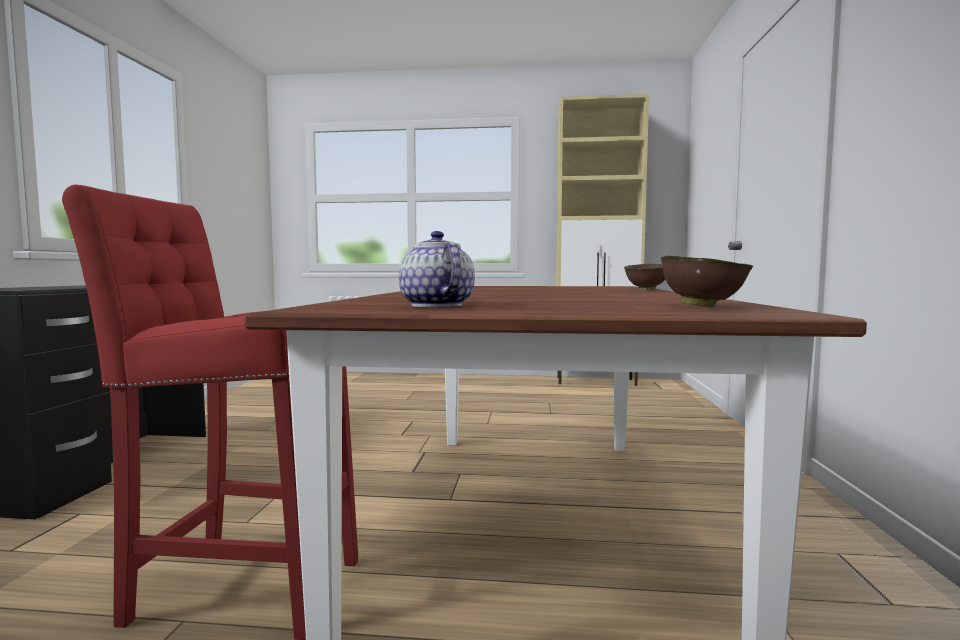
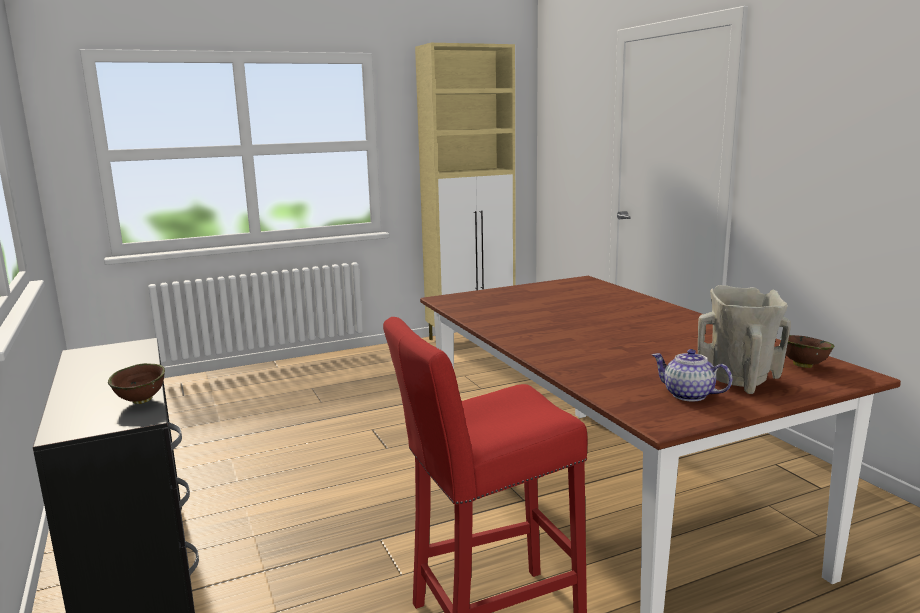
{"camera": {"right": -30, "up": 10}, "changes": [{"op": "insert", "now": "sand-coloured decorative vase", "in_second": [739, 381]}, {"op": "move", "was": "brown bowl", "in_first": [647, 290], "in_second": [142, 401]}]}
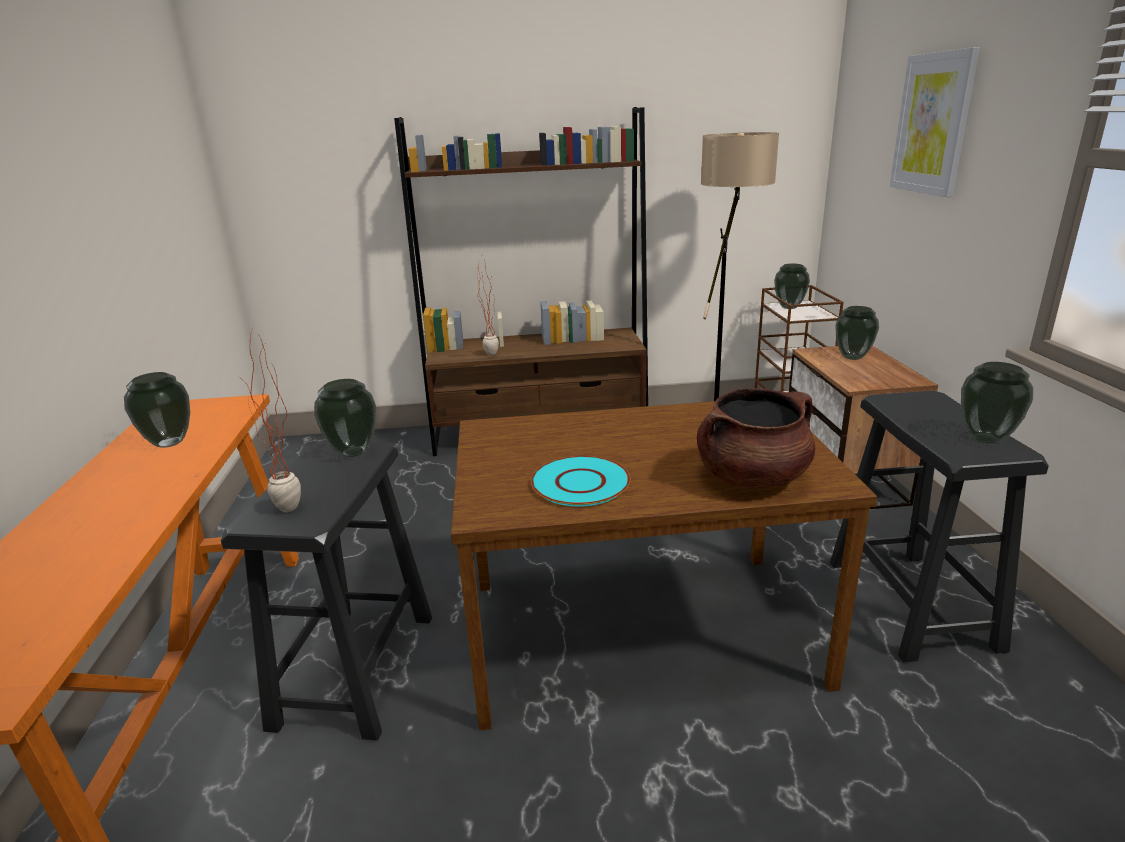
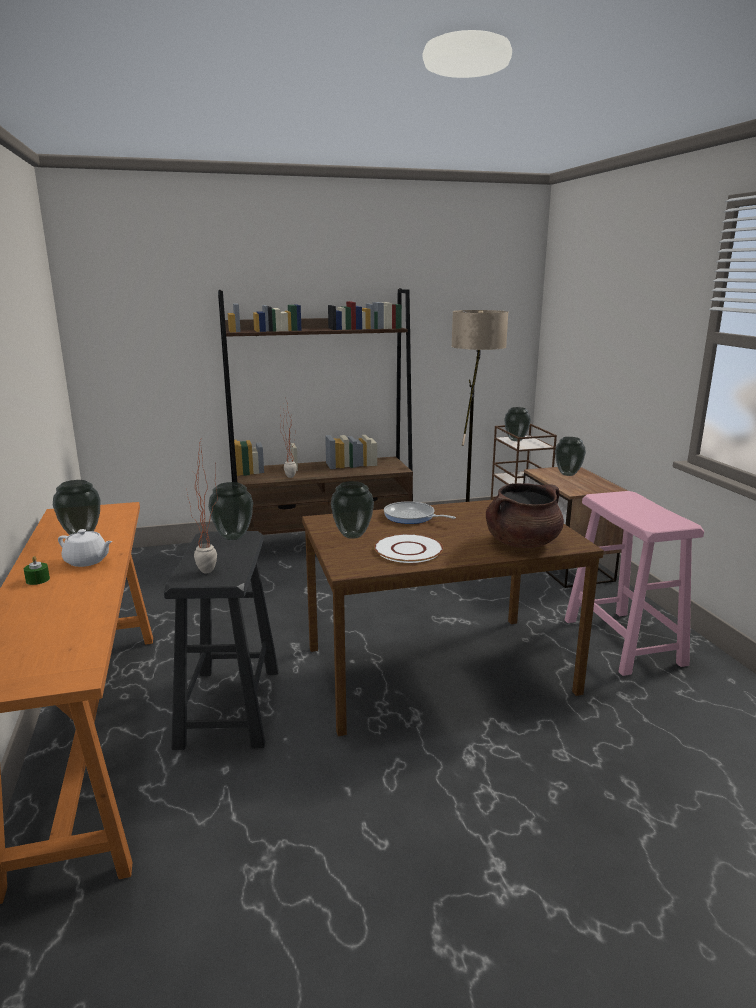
{"camera": {"right": -10, "up": -5}, "changes": [{"op": "delete", "was": "wall picture", "in_first": [933, 124]}, {"op": "insert", "now": "green-coloured wax light", "in_second": [38, 580]}, {"op": "insert", "now": "white teapot", "in_second": [87, 561]}, {"op": "insert", "now": "skillet", "in_second": [411, 517]}, {"op": "move", "was": "decorative vase", "in_first": [984, 438], "in_second": [352, 535]}, {"op": "recolor", "was": "blue-green flat dish", "now": "white flat dish", "in_first": [579, 483], "in_second": [408, 550]}, {"op": "recolor", "was": "black stool", "now": "pink-coloured stool", "in_first": [911, 604], "in_second": [623, 642]}]}
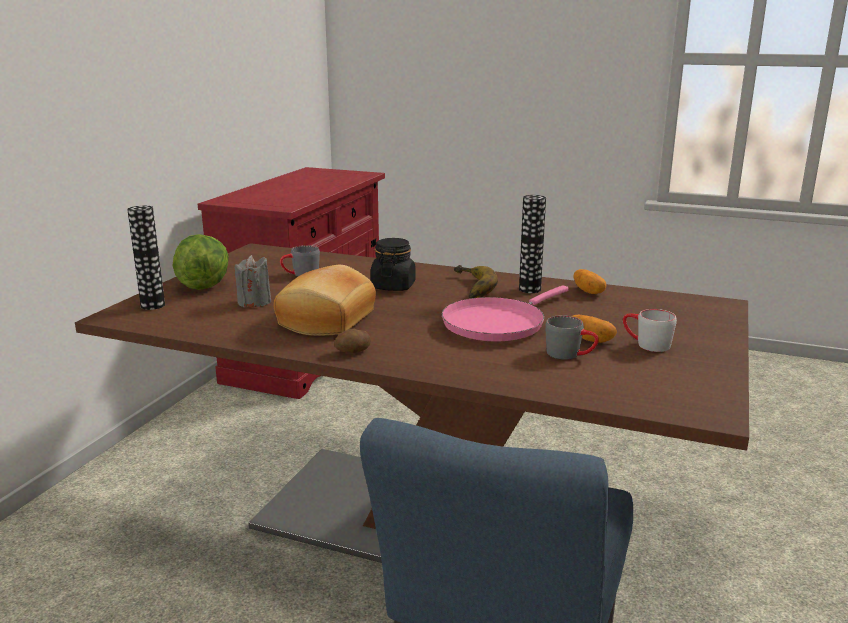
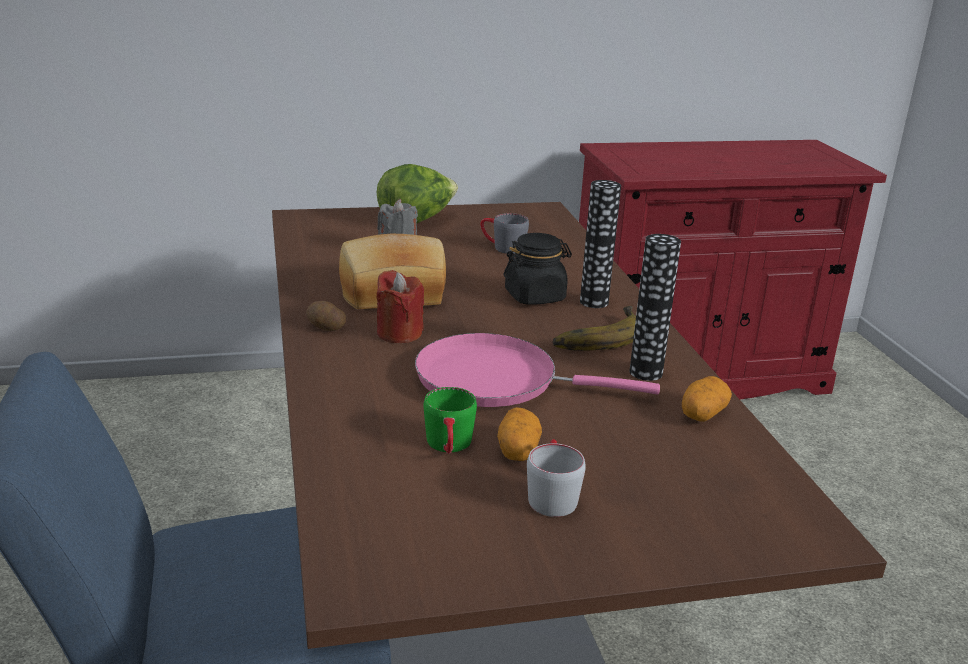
{"camera": {"right": 55, "up": 5}, "changes": [{"op": "insert", "now": "red wax light", "in_second": [399, 333]}, {"op": "move", "was": "decorative vase", "in_first": [153, 305], "in_second": [594, 302]}, {"op": "recolor", "was": "greyish coffee mug", "now": "green-coloured coffee mug", "in_first": [570, 354], "in_second": [449, 447]}]}
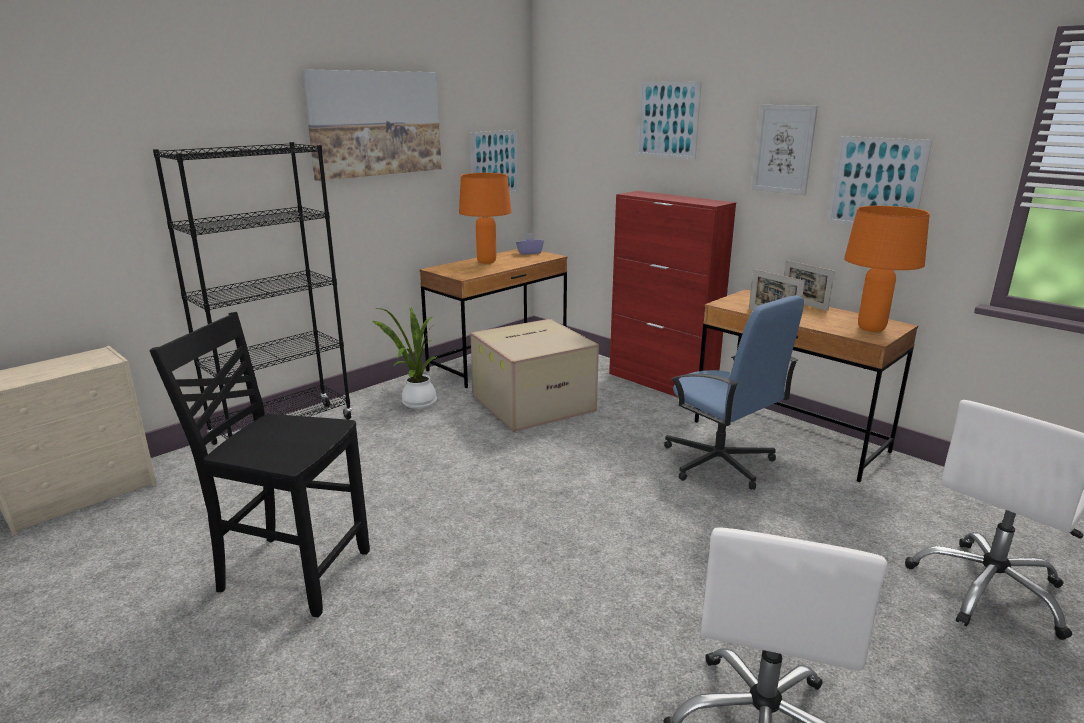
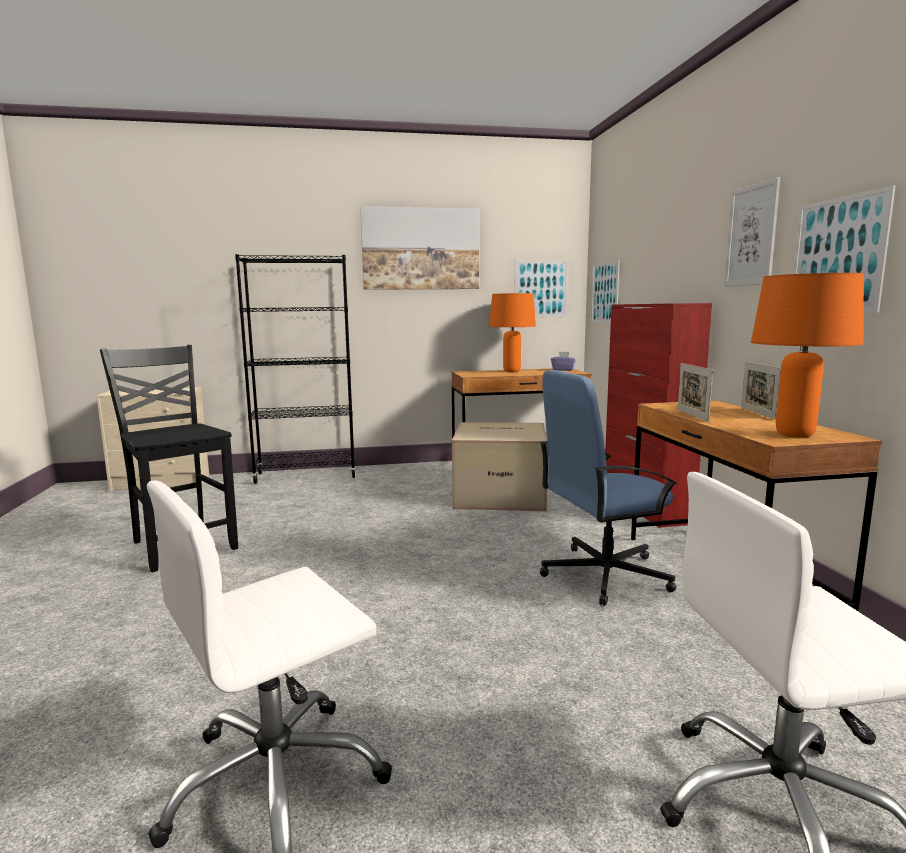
{"camera": {"right": 35, "up": -10}, "changes": [{"op": "delete", "was": "plant in a pot", "in_first": [416, 403]}, {"op": "move", "was": "wall picture", "in_first": [667, 120], "in_second": [604, 292]}, {"op": "rotate", "was": "bluish computer chair", "in_first": [719, 463], "in_second": [603, 574], "clockwise": 75}]}
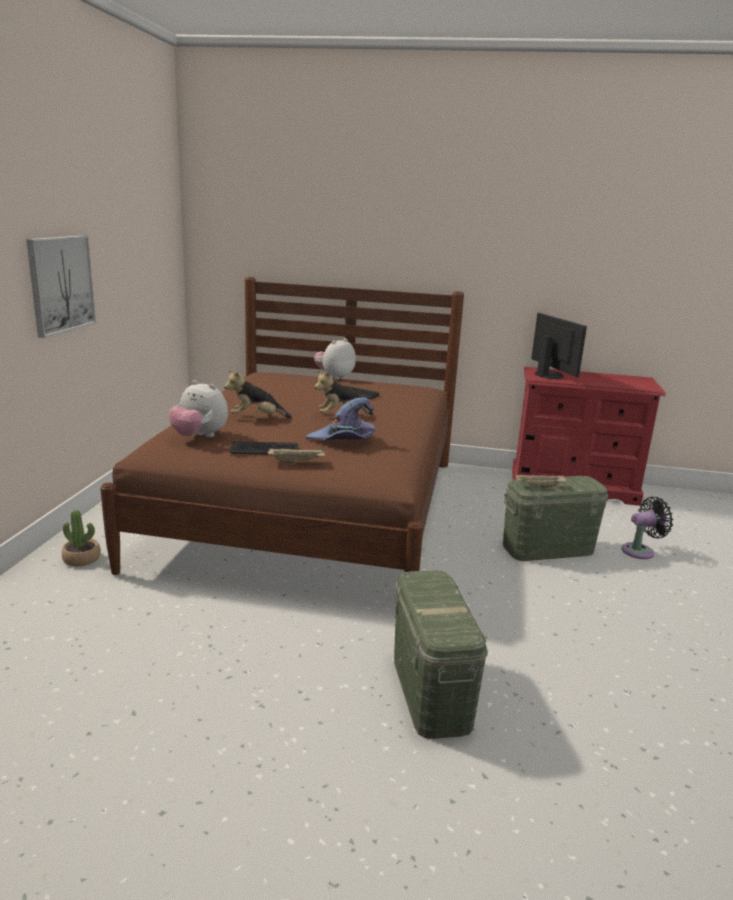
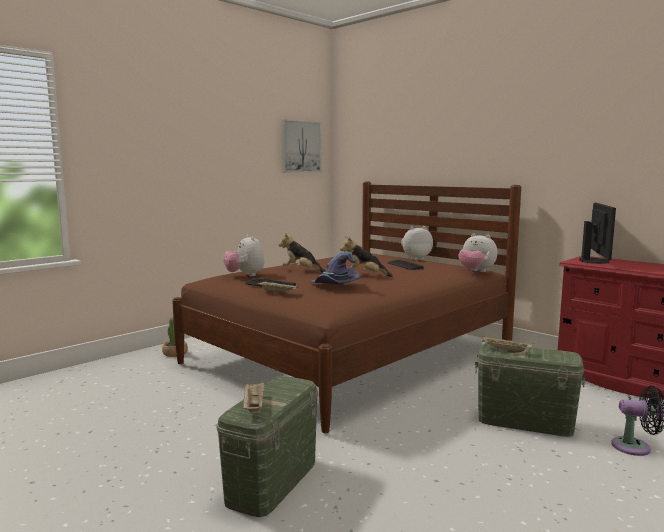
{"camera": {"right": 35, "up": -10}, "changes": [{"op": "insert", "now": "sand-coloured carrying tray", "in_second": [253, 405]}, {"op": "insert", "now": "cuddly toy", "in_second": [476, 271]}, {"op": "move", "was": "wall picture", "in_first": [61, 284], "in_second": [301, 147]}]}
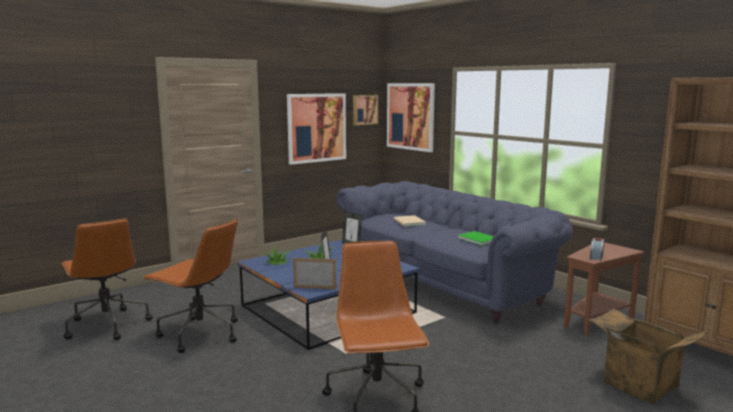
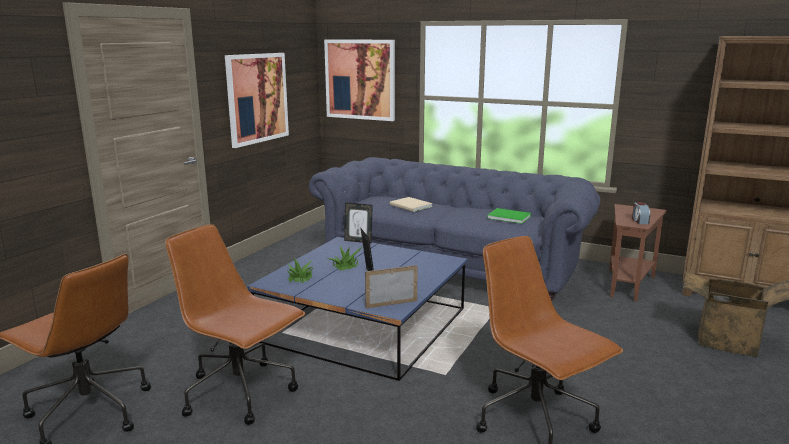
{"camera": {"right": -25, "up": 5}, "changes": [{"op": "delete", "was": "wall picture", "in_first": [364, 109]}, {"op": "rotate", "was": "brown computer chair", "in_first": [199, 334], "in_second": [241, 393], "clockwise": -150}]}
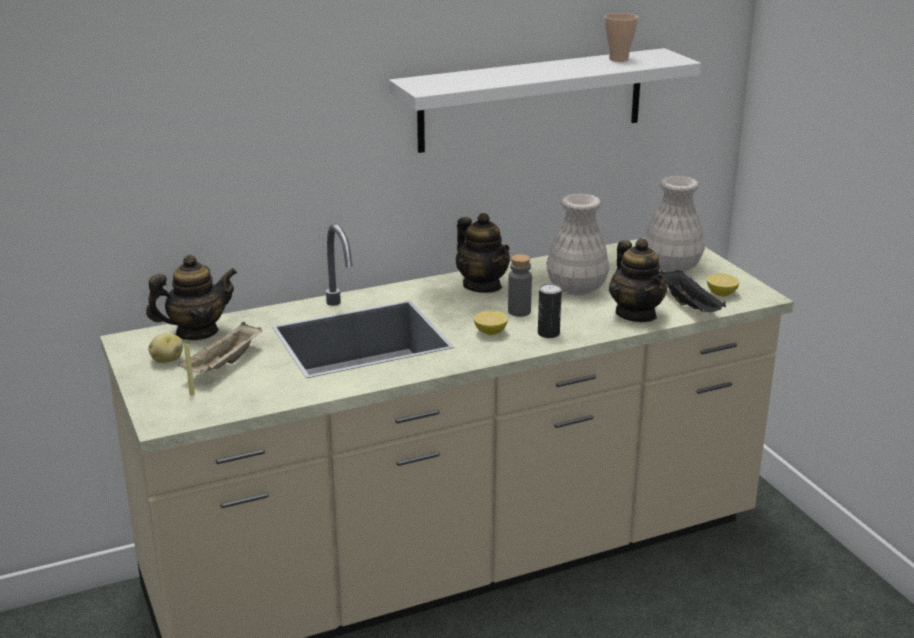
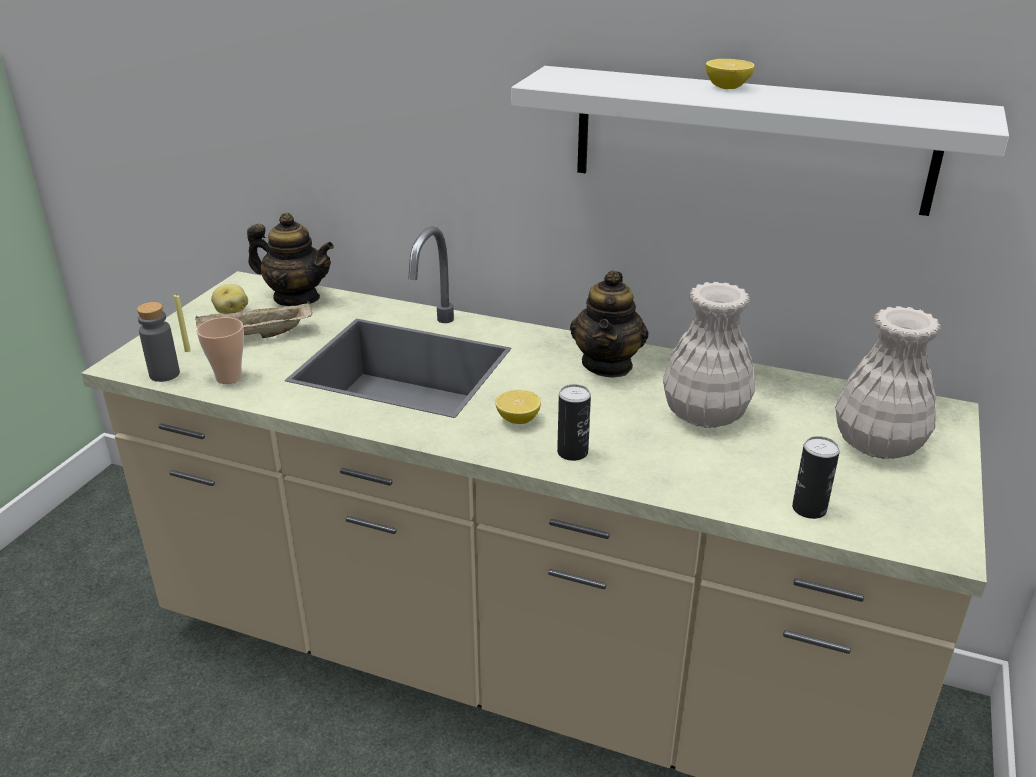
{"camera": {"right": 45, "up": 5}, "changes": [{"op": "delete", "was": "teapot", "in_first": [636, 314]}, {"op": "move", "was": "greyish drink bottle", "in_first": [519, 311], "in_second": [164, 374]}, {"op": "move", "was": "small cup", "in_first": [618, 59], "in_second": [229, 377]}, {"op": "move", "was": "whole lemon", "in_first": [721, 294], "in_second": [727, 87]}, {"op": "replace", "was": "black carrying tray", "now": "can", "in_first": [691, 306], "in_second": [809, 509]}]}
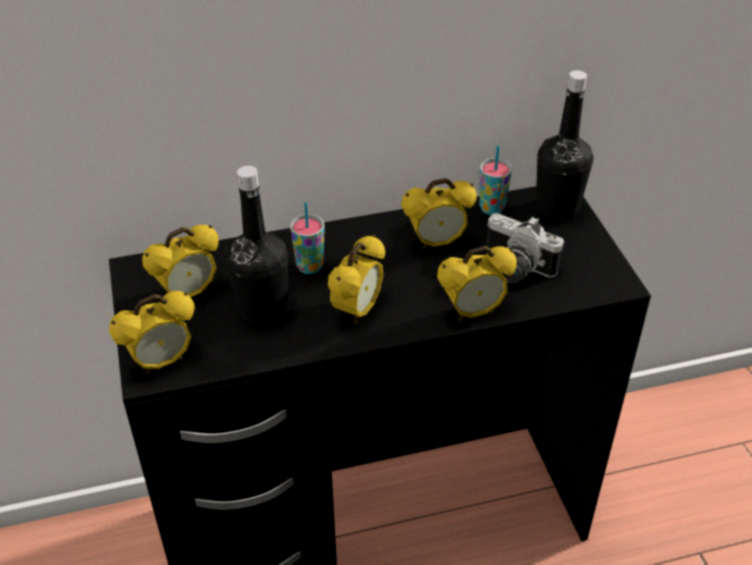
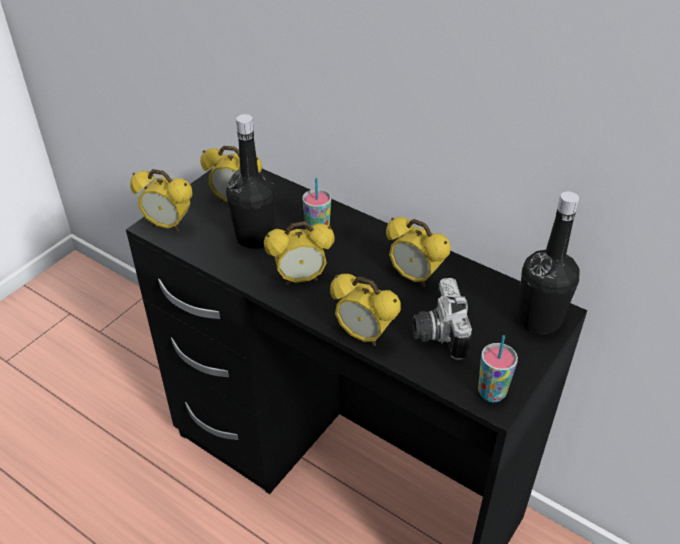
{"camera": {"right": 50, "up": 0}, "changes": [{"op": "move", "was": "small cup", "in_first": [491, 209], "in_second": [491, 393]}]}
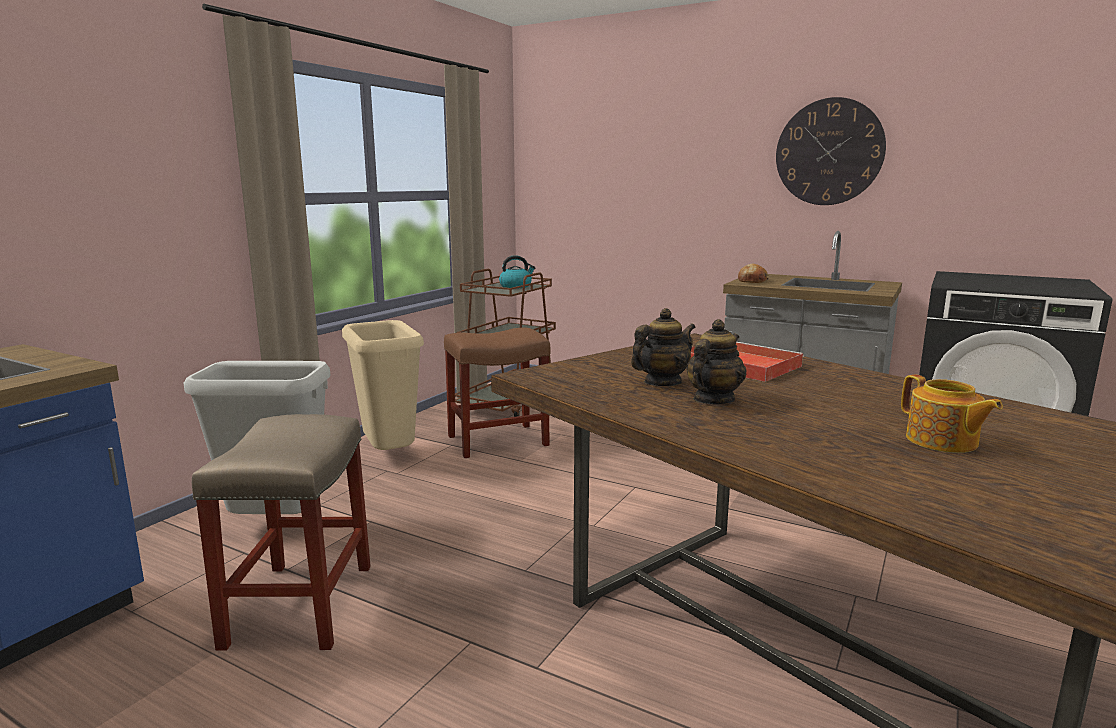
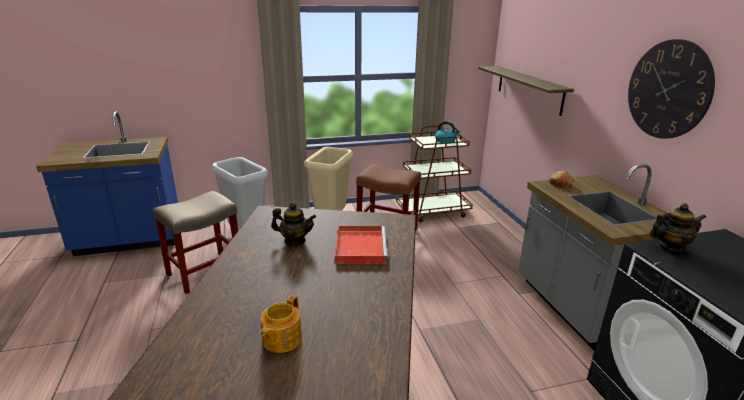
{"camera": {"right": 45, "up": 10}, "changes": [{"op": "insert", "now": "shelf", "in_second": [529, 89]}, {"op": "move", "was": "teapot", "in_first": [713, 400], "in_second": [670, 247]}]}
